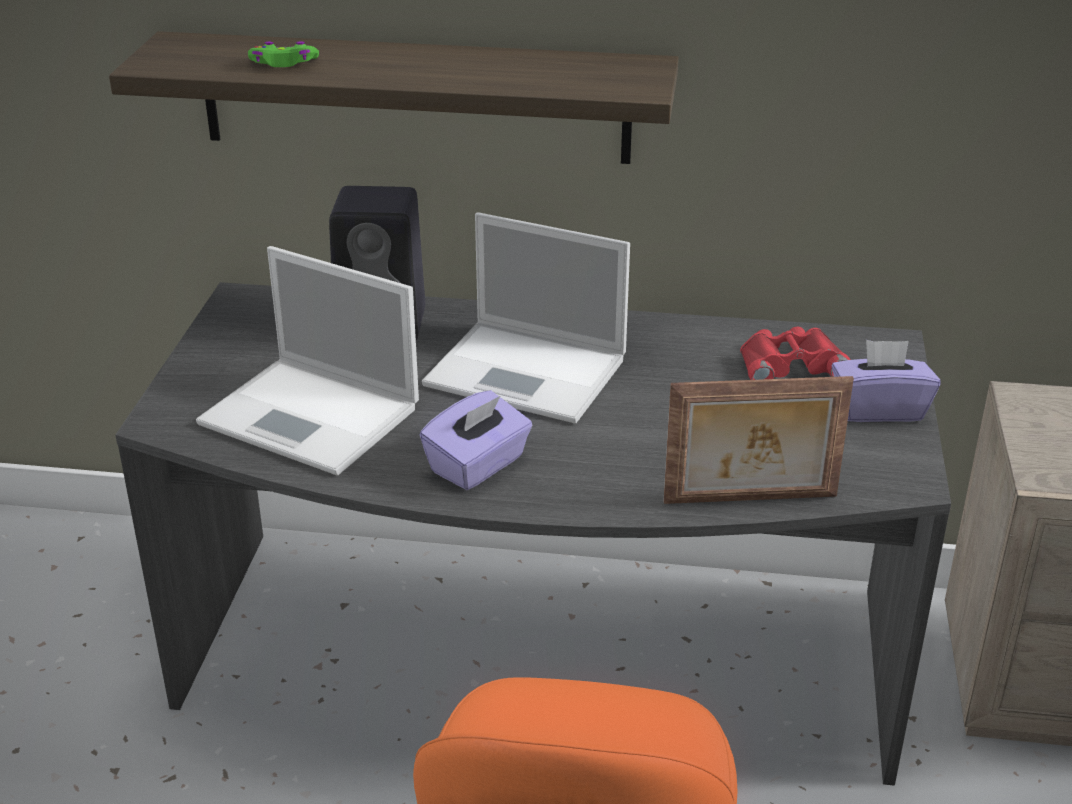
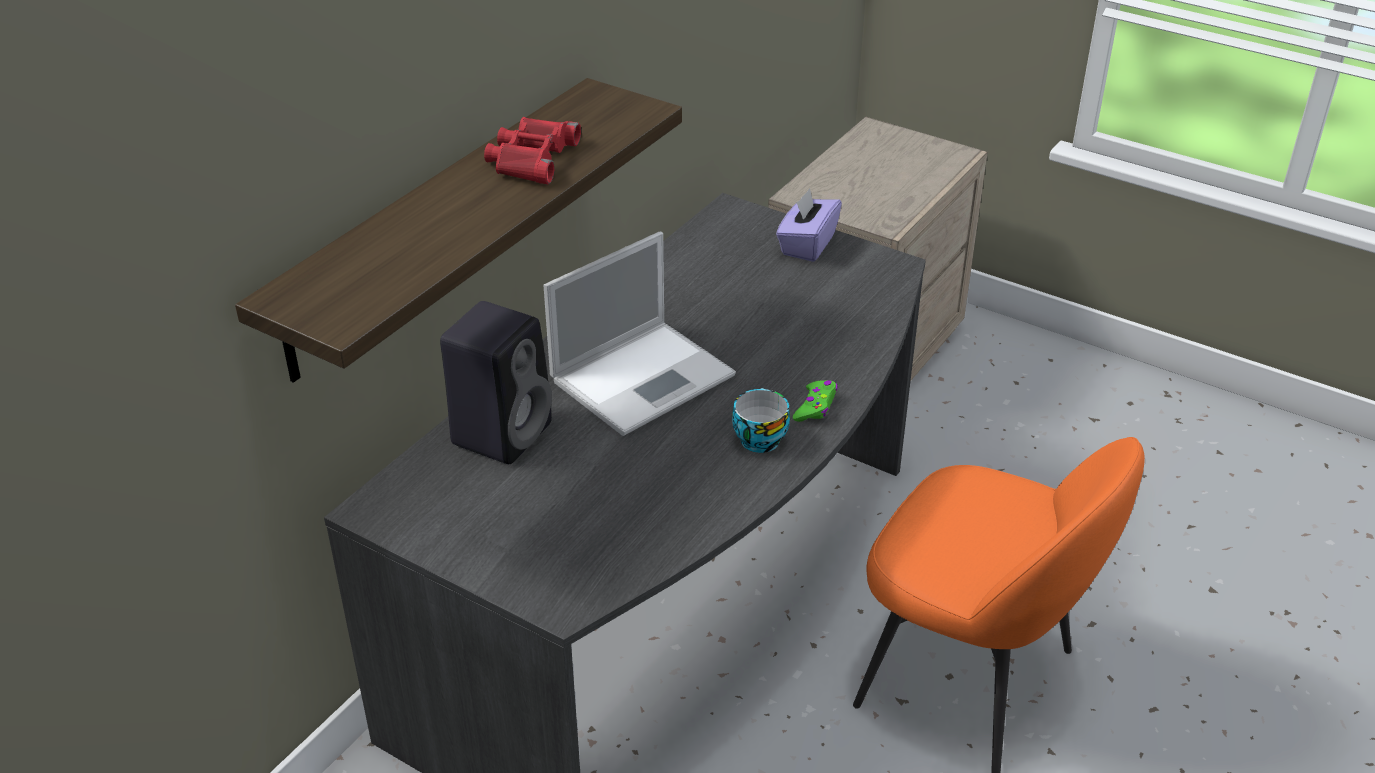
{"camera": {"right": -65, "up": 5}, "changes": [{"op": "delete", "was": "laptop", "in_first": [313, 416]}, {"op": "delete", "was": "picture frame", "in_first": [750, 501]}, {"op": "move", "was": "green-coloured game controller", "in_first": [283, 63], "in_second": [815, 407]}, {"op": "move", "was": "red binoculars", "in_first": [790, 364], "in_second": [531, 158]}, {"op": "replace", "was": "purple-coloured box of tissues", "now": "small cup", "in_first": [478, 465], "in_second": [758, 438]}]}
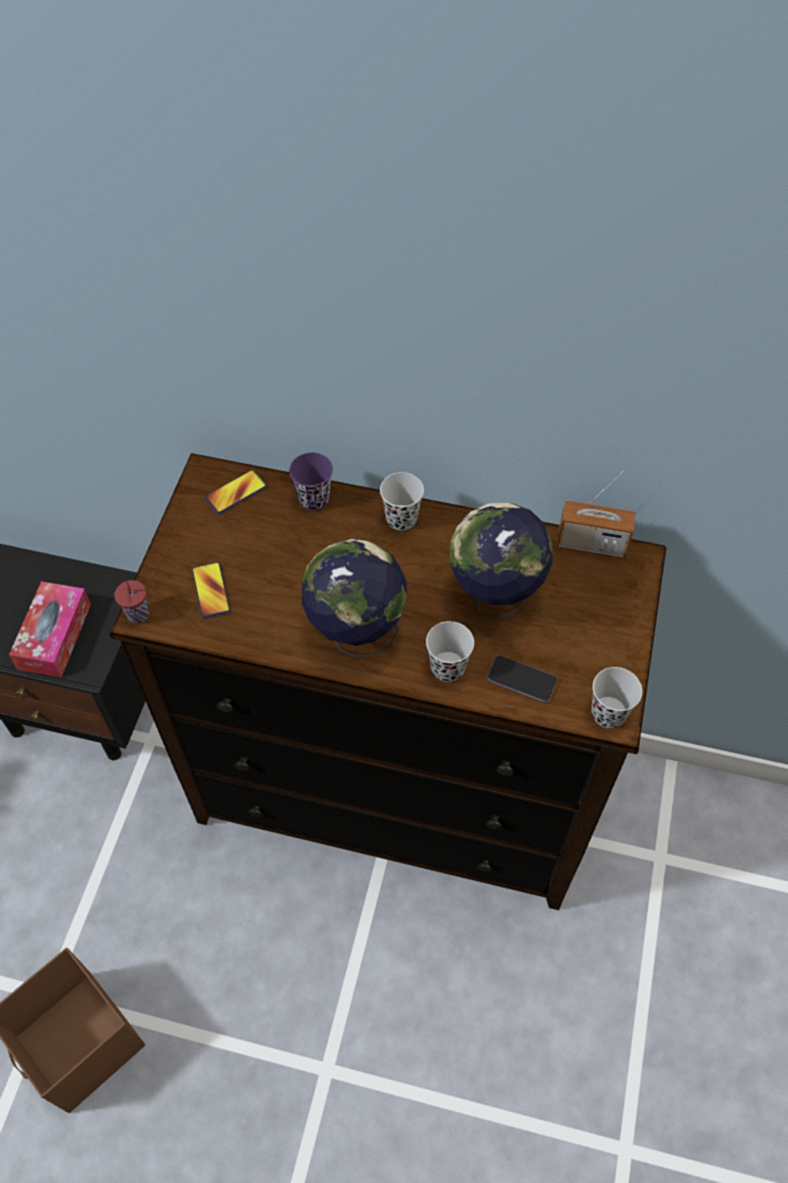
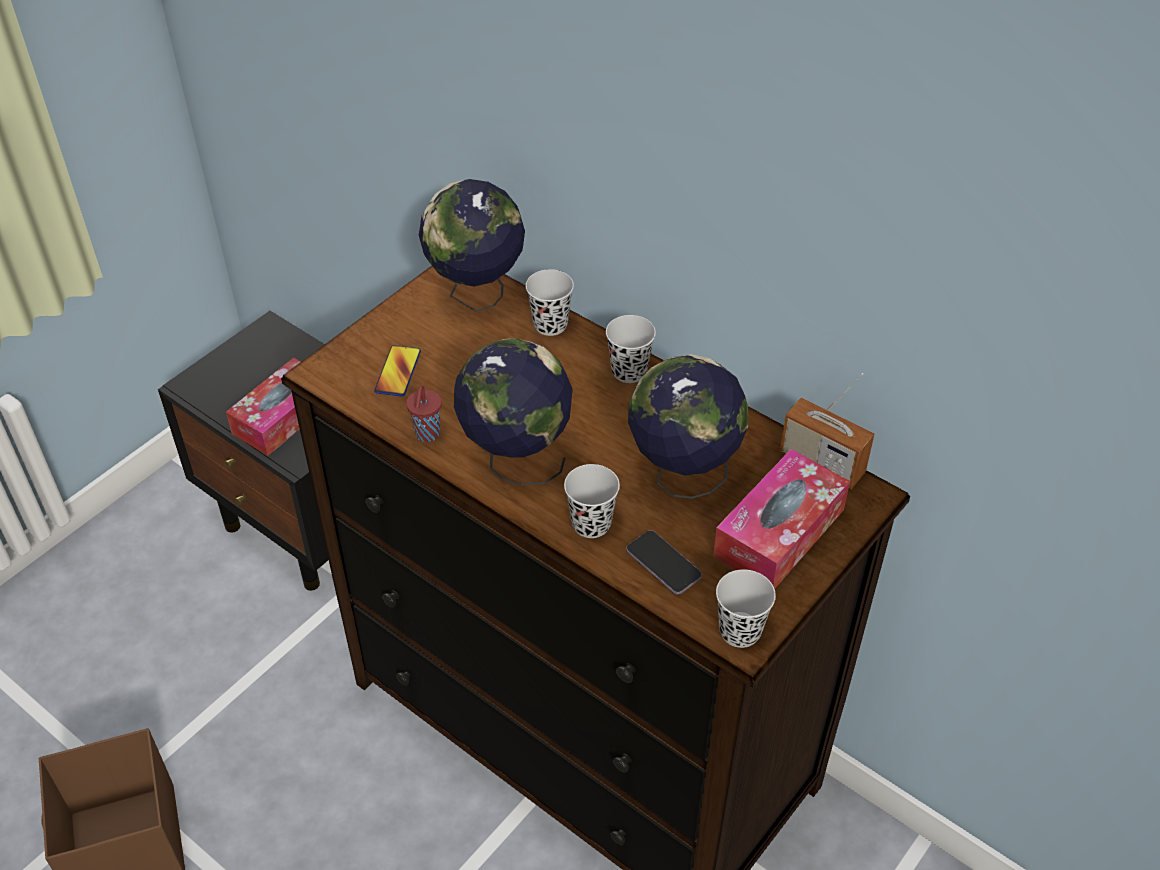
{"camera": {"right": 25, "up": -10}, "changes": [{"op": "insert", "now": "box of tissues", "in_second": [779, 533]}, {"op": "move", "was": "red small cup", "in_first": [138, 616], "in_second": [427, 435]}, {"op": "replace", "was": "phone", "now": "desk globe", "in_first": [235, 492], "in_second": [476, 295]}, {"op": "recolor", "was": "purple-coloured small cup", "now": "black small cup", "in_first": [314, 498], "in_second": [550, 324]}]}
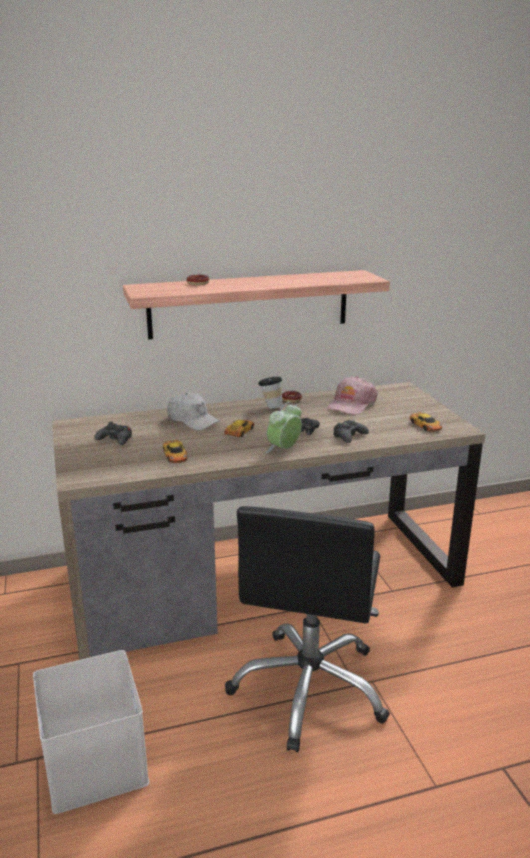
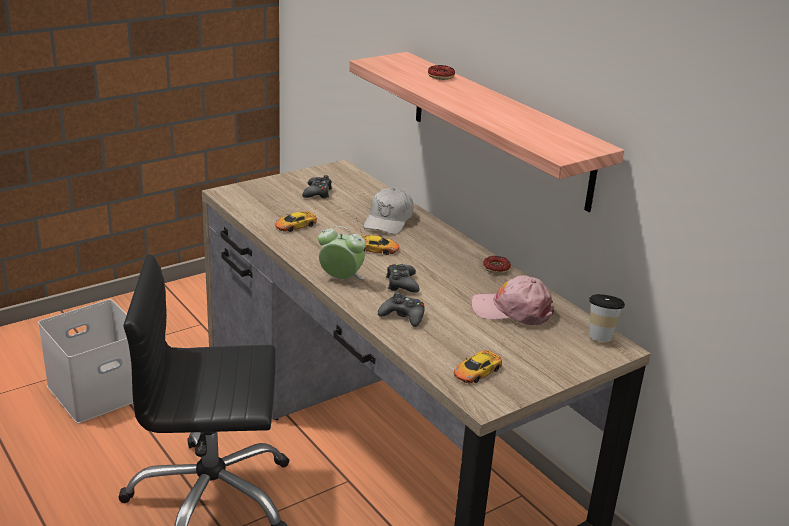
{"camera": {"right": 70, "up": 5}, "changes": [{"op": "move", "was": "small cup", "in_first": [270, 406], "in_second": [600, 336]}]}
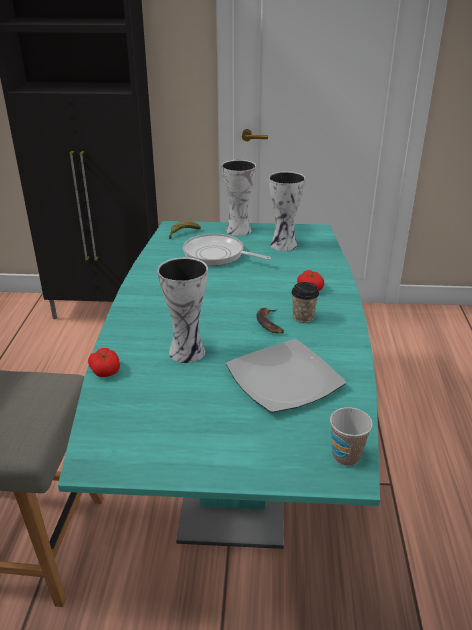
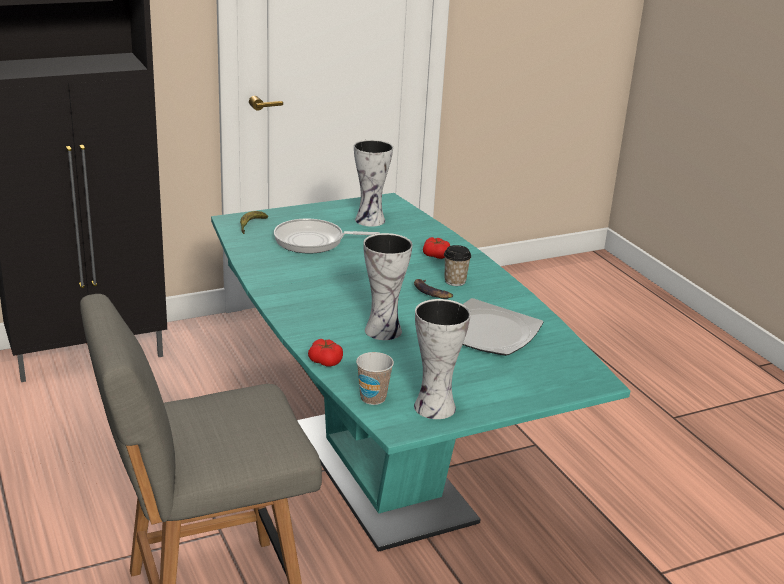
{"camera": {"right": -30, "up": -5}, "changes": [{"op": "move", "was": "decorative vase", "in_first": [237, 230], "in_second": [432, 407]}, {"op": "move", "was": "small cup", "in_first": [346, 456], "in_second": [373, 398]}]}
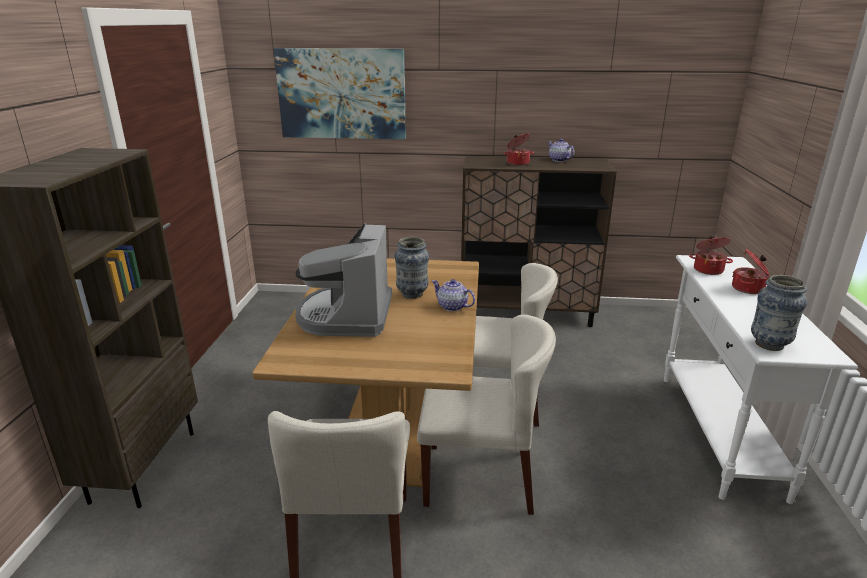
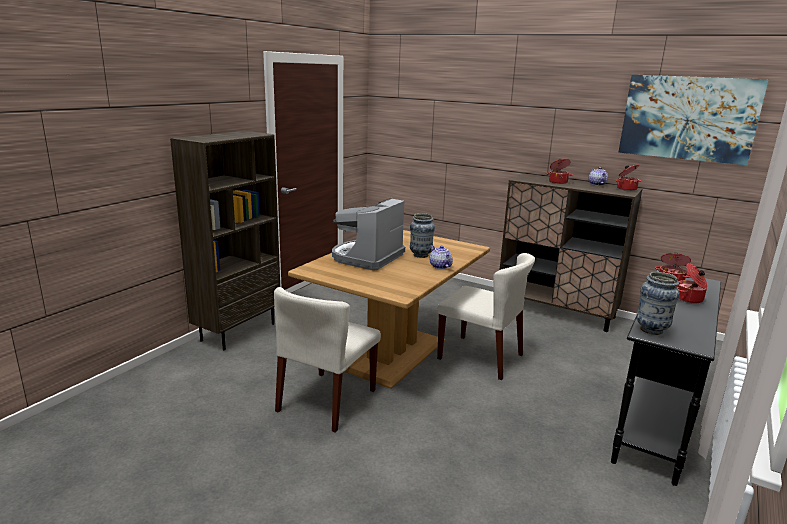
{"camera": {"right": 25, "up": -5}, "changes": [{"op": "delete", "was": "sand-coloured upright chair", "in_first": [480, 477]}, {"op": "insert", "now": "stockpot", "in_second": [626, 189]}, {"op": "move", "was": "wall picture", "in_first": [341, 94], "in_second": [688, 118]}, {"op": "recolor", "was": "white console table", "now": "black console table", "in_first": [718, 433], "in_second": [653, 426]}]}
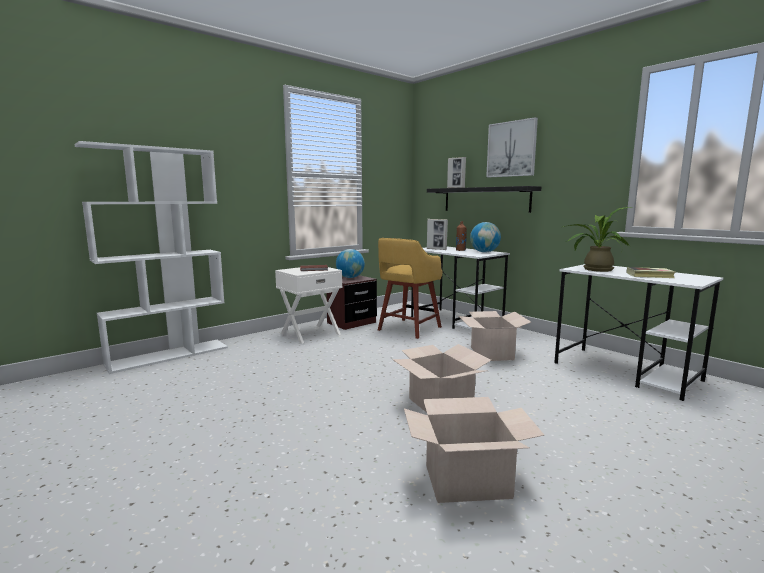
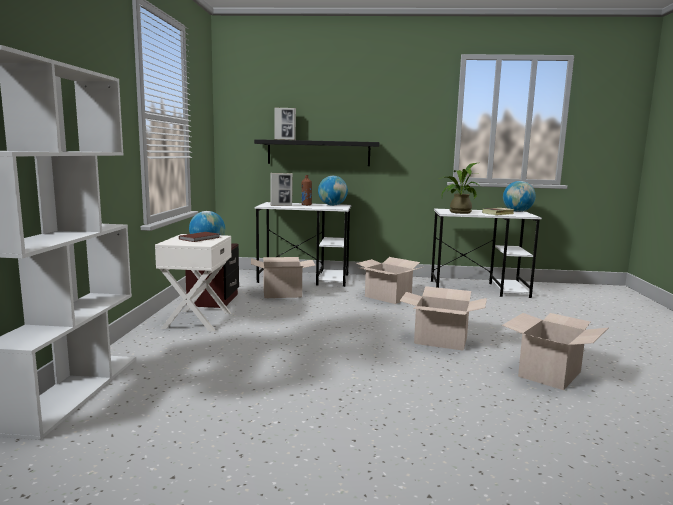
{"camera": {"right": -45, "up": 0}, "changes": [{"op": "delete", "was": "wall picture", "in_first": [511, 149]}, {"op": "insert", "now": "desk globe", "in_second": [517, 212]}, {"op": "replace", "was": "yellow stool", "now": "cardboard box", "in_first": [408, 329], "in_second": [282, 294]}]}
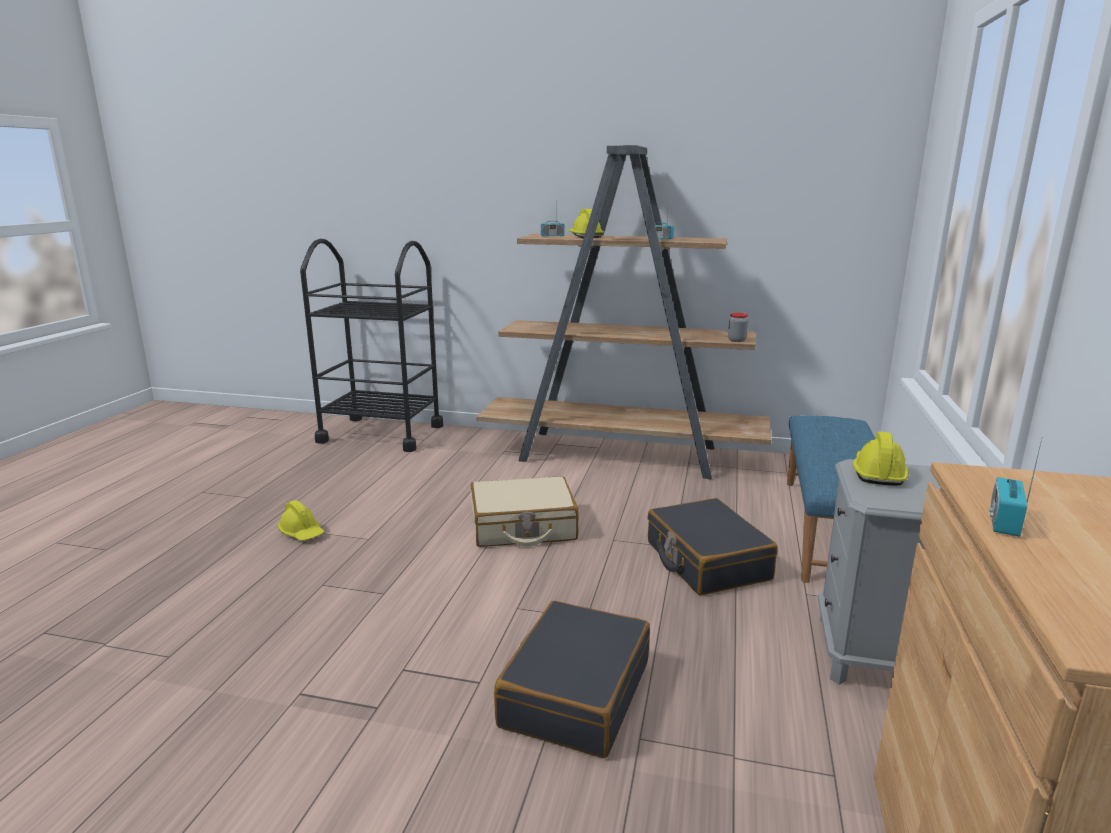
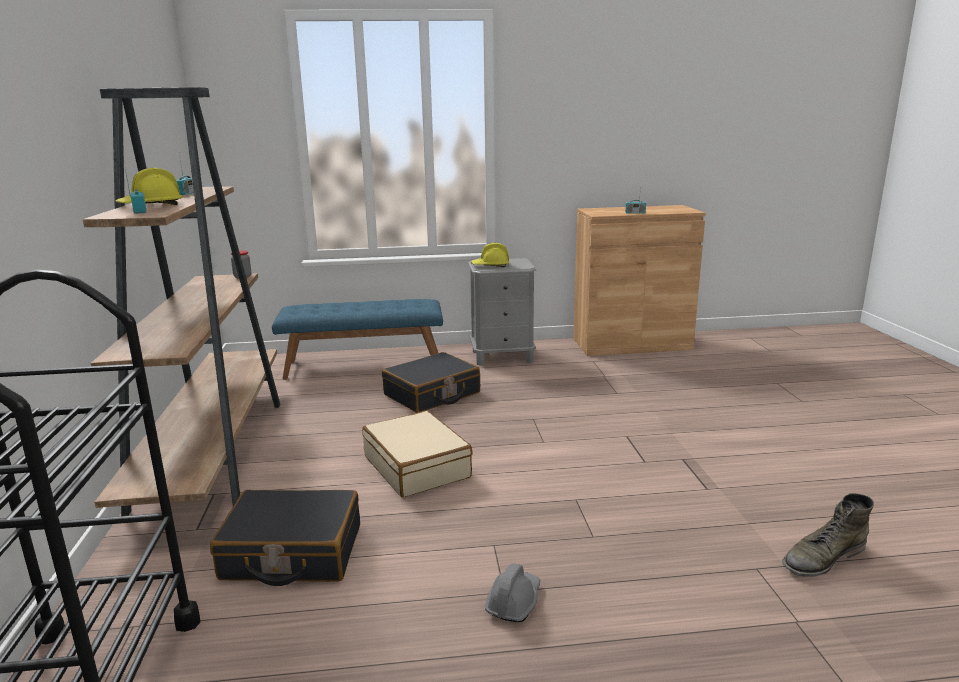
{"camera": {"right": -110, "up": 0}, "changes": [{"op": "insert", "now": "green-coloured boot", "in_second": [822, 558]}, {"op": "move", "was": "black piece of luggage", "in_first": [575, 693], "in_second": [292, 553]}, {"op": "recolor", "was": "yellow work helmet", "now": "greyish work helmet", "in_first": [302, 533], "in_second": [514, 601]}]}
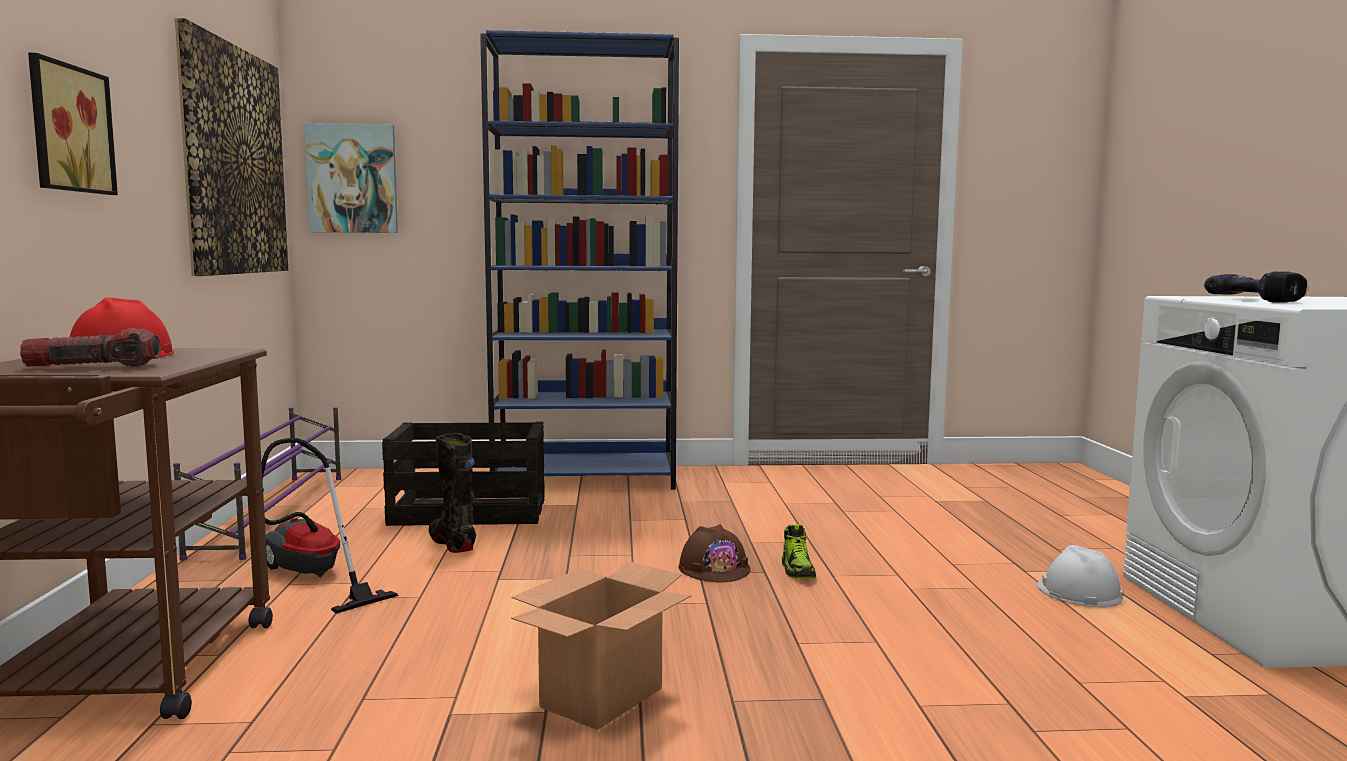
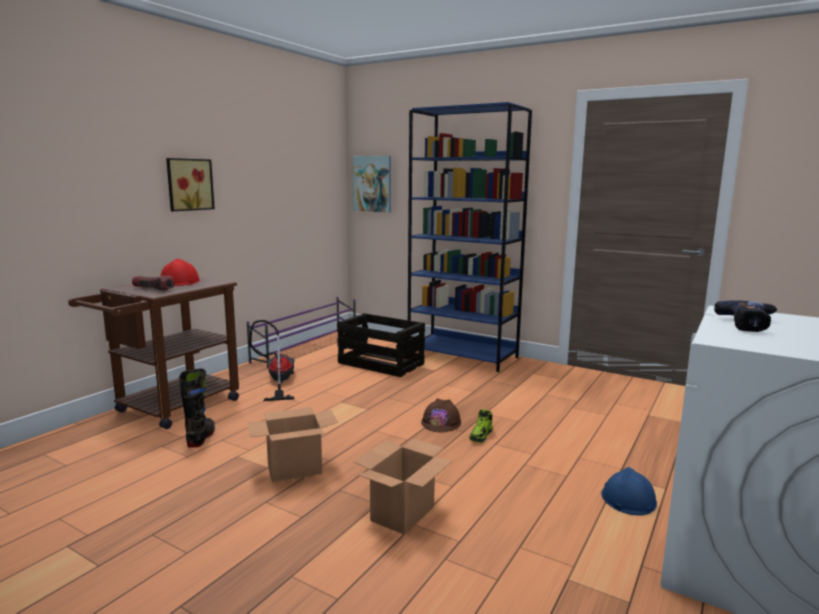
{"camera": {"right": 35, "up": 5}, "changes": [{"op": "delete", "was": "wall picture", "in_first": [234, 161]}, {"op": "insert", "now": "cardboard box", "in_second": [402, 513]}, {"op": "move", "was": "black boot", "in_first": [452, 543], "in_second": [201, 438]}, {"op": "recolor", "was": "white work helmet", "now": "bluish work helmet", "in_first": [1078, 592], "in_second": [628, 499]}]}
